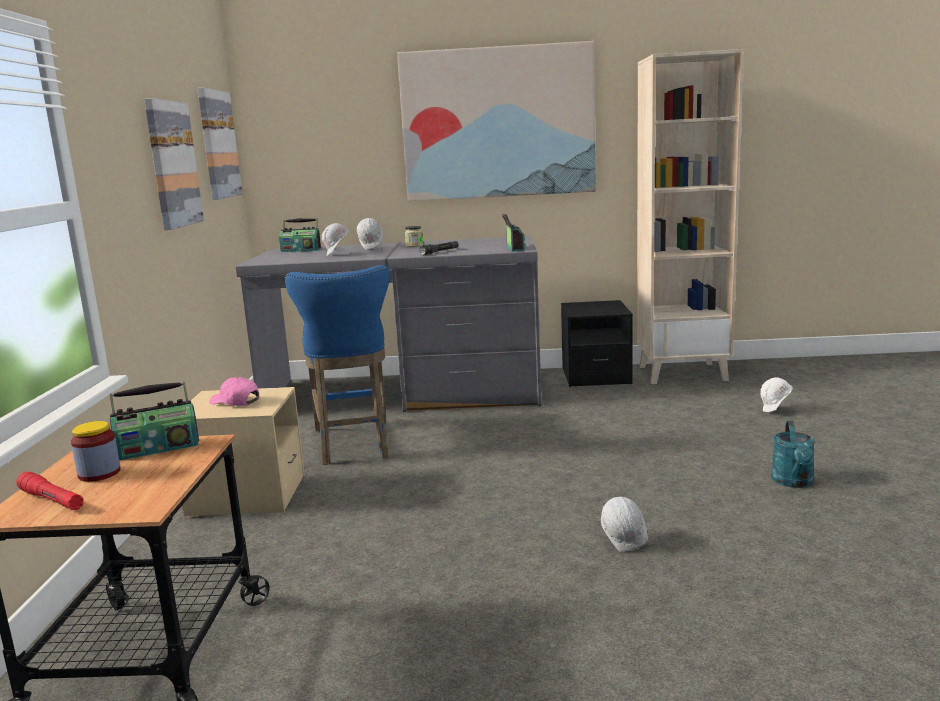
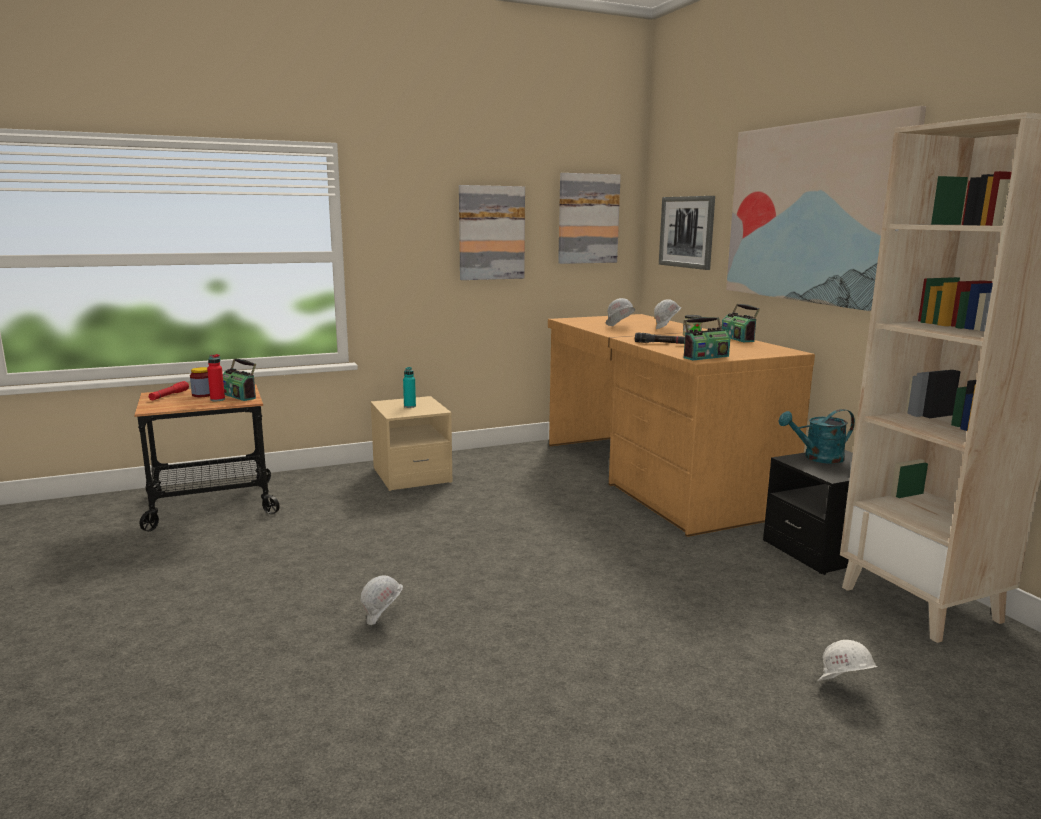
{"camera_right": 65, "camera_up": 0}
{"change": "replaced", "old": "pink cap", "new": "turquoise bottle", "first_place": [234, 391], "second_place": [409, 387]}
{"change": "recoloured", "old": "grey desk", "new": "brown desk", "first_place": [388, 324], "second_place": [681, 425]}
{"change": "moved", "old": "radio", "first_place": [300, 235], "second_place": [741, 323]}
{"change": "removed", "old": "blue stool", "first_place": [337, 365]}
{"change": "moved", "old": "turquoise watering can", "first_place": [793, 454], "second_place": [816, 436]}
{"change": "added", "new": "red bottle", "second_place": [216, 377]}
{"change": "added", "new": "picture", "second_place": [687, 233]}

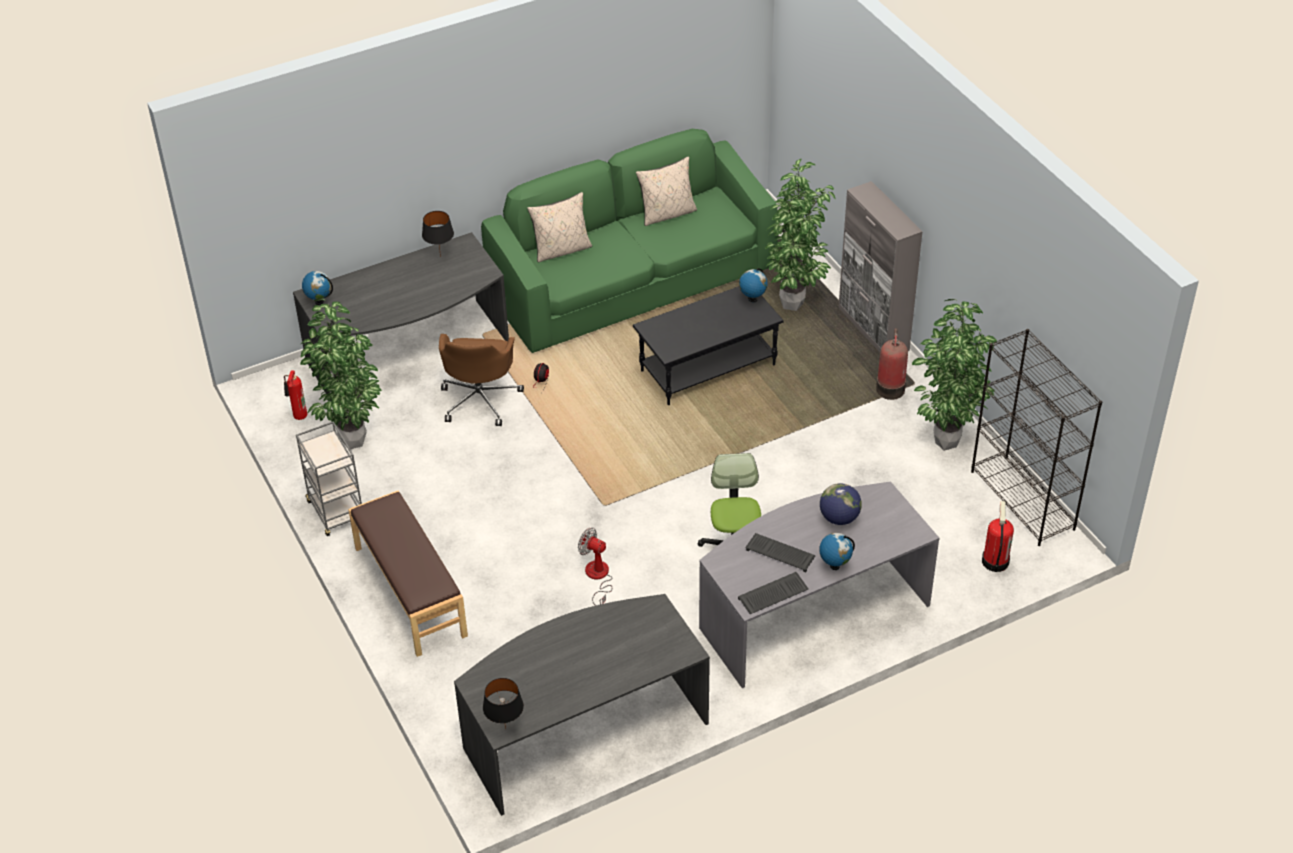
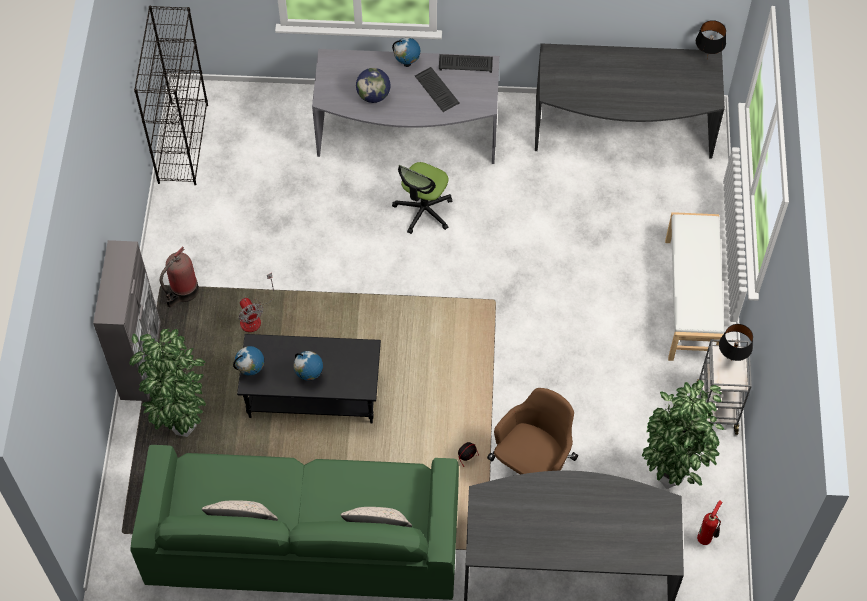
{"camera_right": -150, "camera_up": 15}
{"change": "moved", "old": "globe", "first_place": [317, 288], "second_place": [308, 366]}
{"change": "recoloured", "old": "brown bench", "new": "white bench", "first_place": [408, 574], "second_place": [694, 286]}
{"change": "moved", "old": "black table lamp", "first_place": [438, 234], "second_place": [736, 342]}
{"change": "moved", "old": "fan", "first_place": [595, 566], "second_place": [256, 302]}
{"change": "removed", "old": "potted plant", "first_place": [954, 375]}
{"change": "removed", "old": "fire extinguisher", "first_place": [998, 536]}

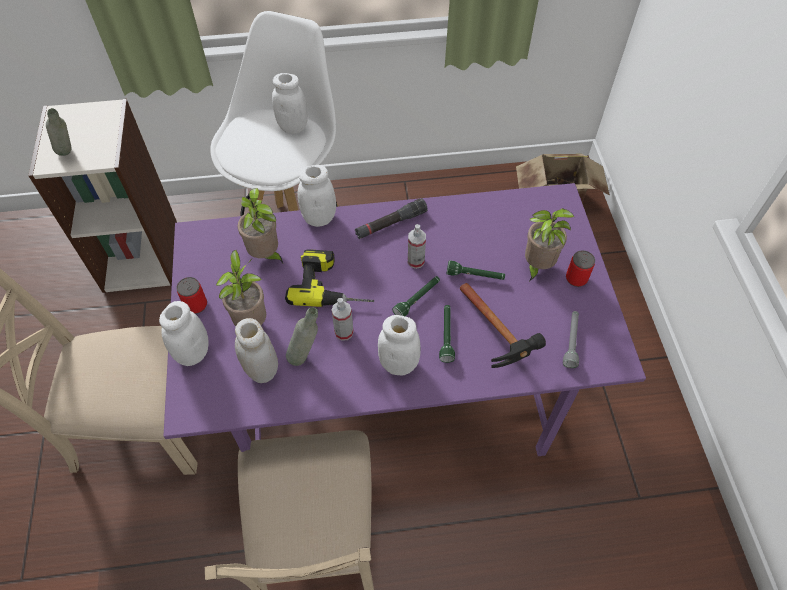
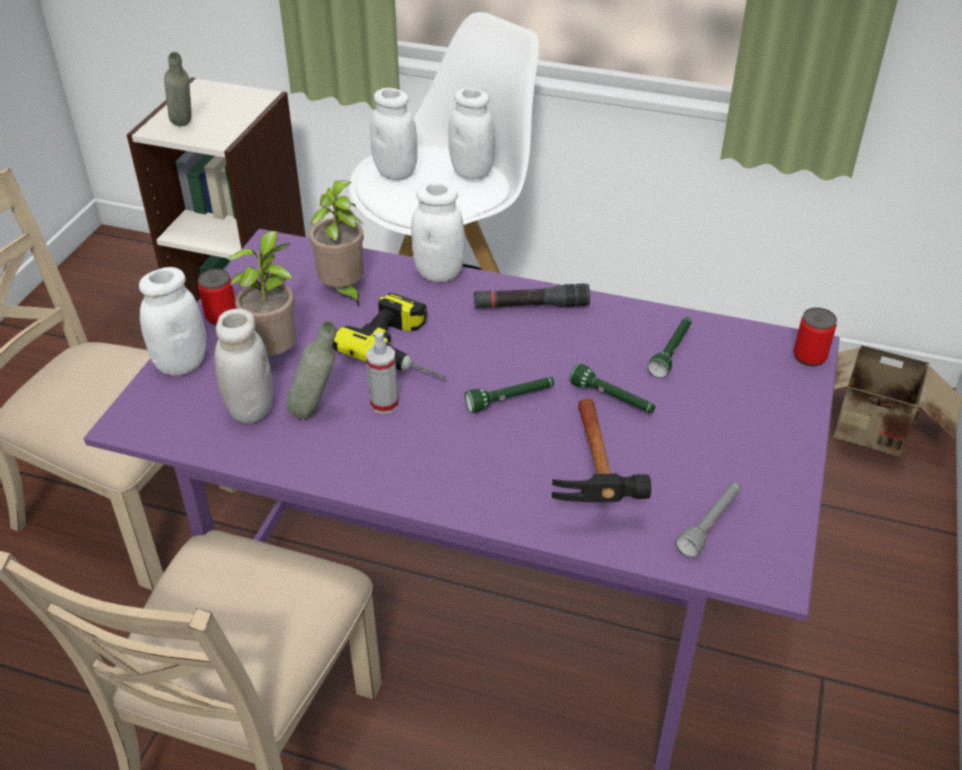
{"camera_right": 25, "camera_up": -15}
{"change": "moved", "old": "white jar", "first_place": [399, 345], "second_place": [393, 134]}
{"change": "removed", "old": "spray bottle", "first_place": [417, 246]}
{"change": "moved", "old": "green flashlight", "first_place": [447, 334], "second_place": [670, 347]}
{"change": "removed", "old": "potted plant", "first_place": [549, 244]}
{"change": "moved", "old": "can", "first_place": [580, 268], "second_place": [815, 337]}

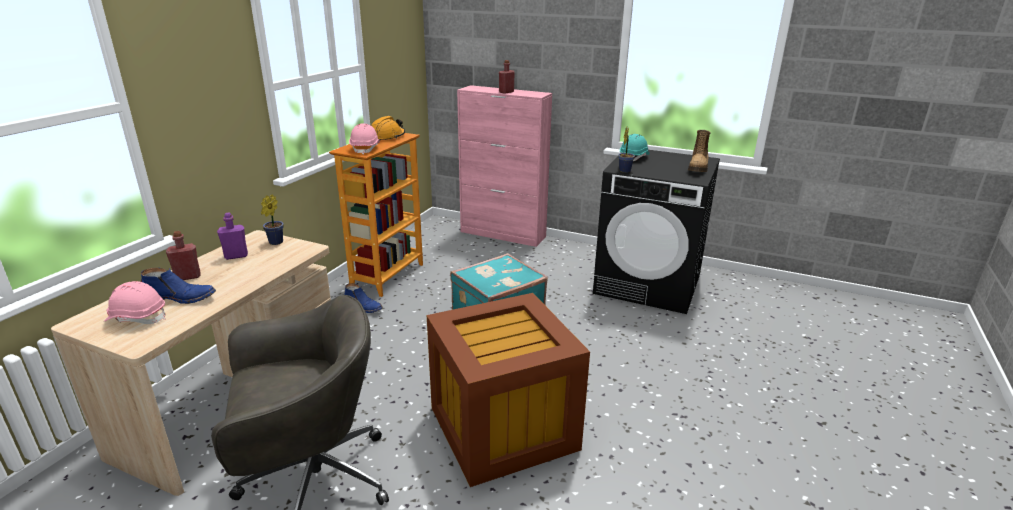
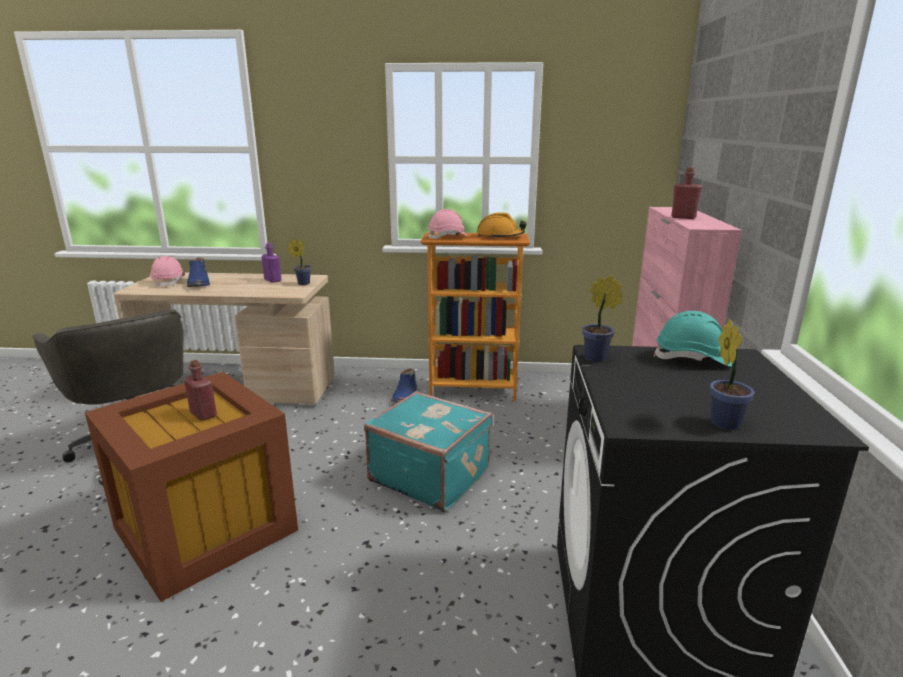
{"camera_right": 70, "camera_up": -5}
{"change": "moved", "old": "red bottle", "first_place": [183, 255], "second_place": [200, 390]}
{"change": "replaced", "old": "boot", "new": "potted plant", "first_place": [699, 151], "second_place": [732, 374]}

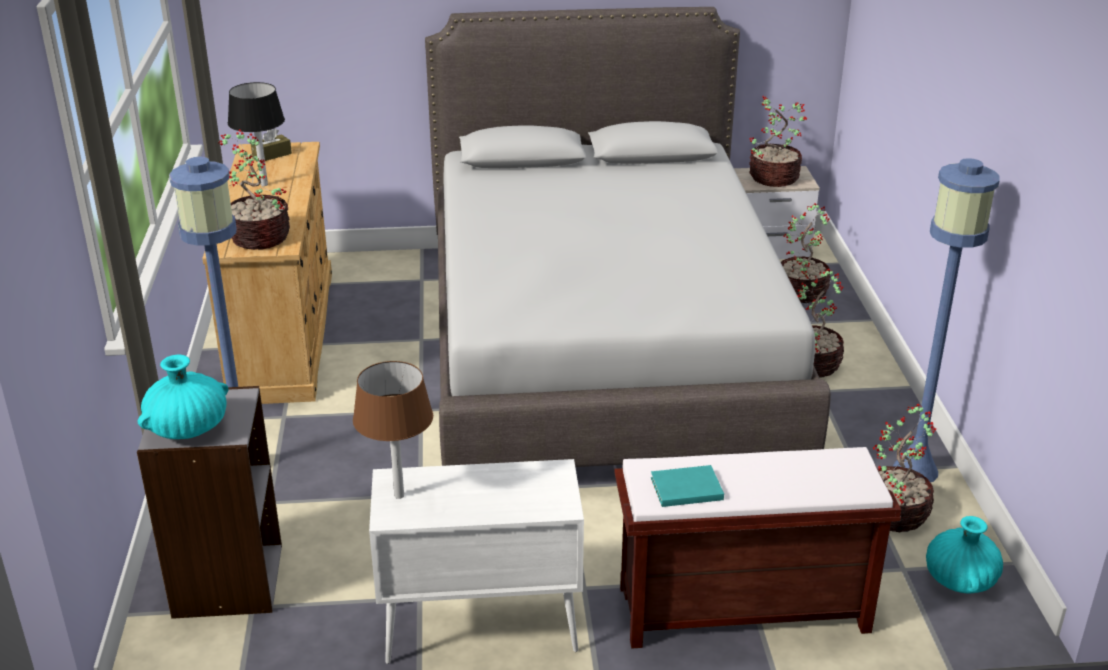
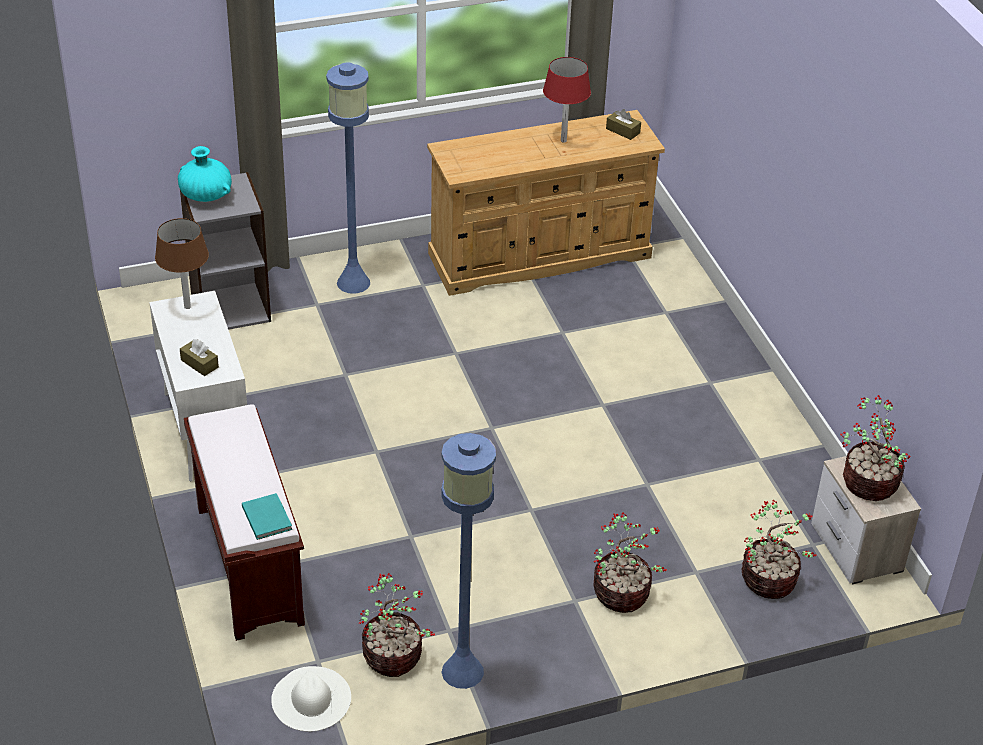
{"camera_right": 75, "camera_up": 10}
{"change": "removed", "old": "potted plant", "first_place": [254, 190]}
{"change": "recoloured", "old": "black table lamp", "new": "red table lamp", "first_place": [256, 134], "second_place": [567, 99]}
{"change": "removed", "old": "grey bed", "first_place": [628, 237]}
{"change": "moved", "old": "turquoise book", "first_place": [687, 486], "second_place": [267, 516]}
{"change": "replaced", "old": "turquoise vase", "new": "white hat", "first_place": [964, 555], "second_place": [311, 699]}
{"change": "added", "new": "brown tissue box", "second_place": [199, 357]}

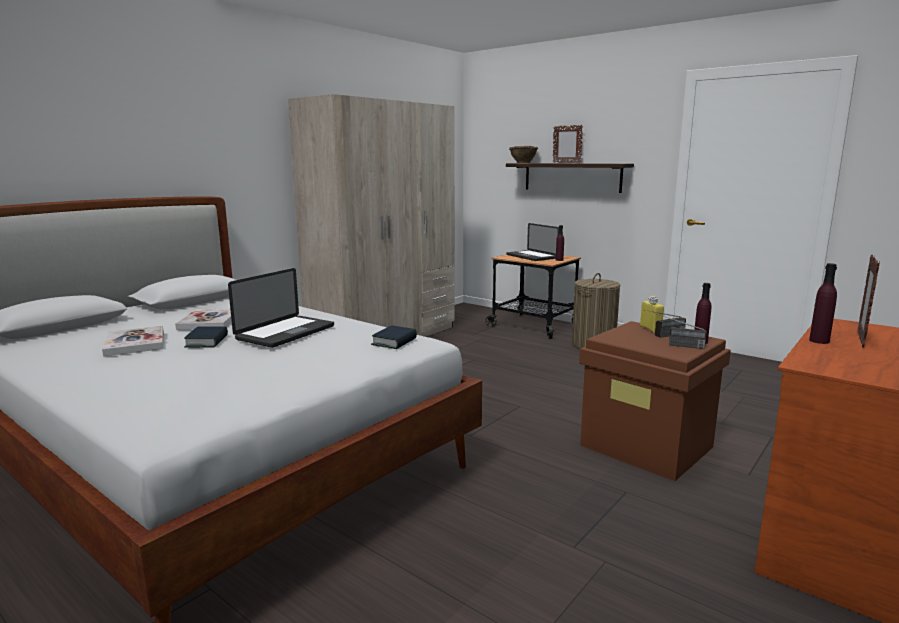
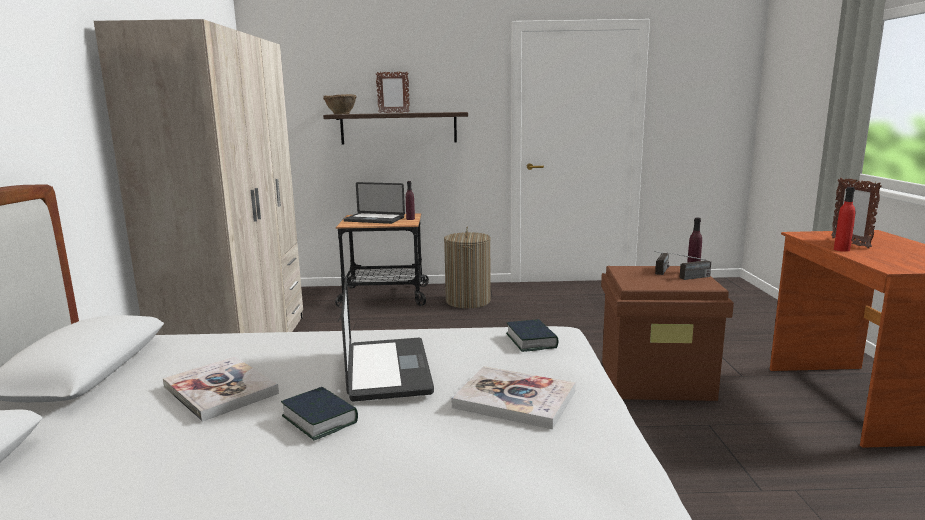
{"camera_right": -40, "camera_up": 0}
{"change": "moved", "old": "book", "first_place": [133, 340], "second_place": [513, 397]}
{"change": "removed", "old": "yellow bottle", "first_place": [652, 314]}
{"change": "recoloured", "old": "purple bottle", "new": "red bottle", "first_place": [823, 303], "second_place": [844, 219]}

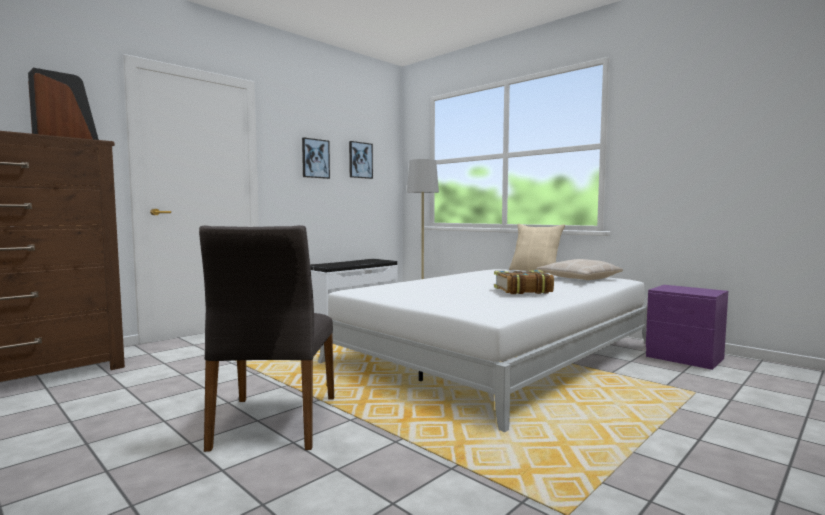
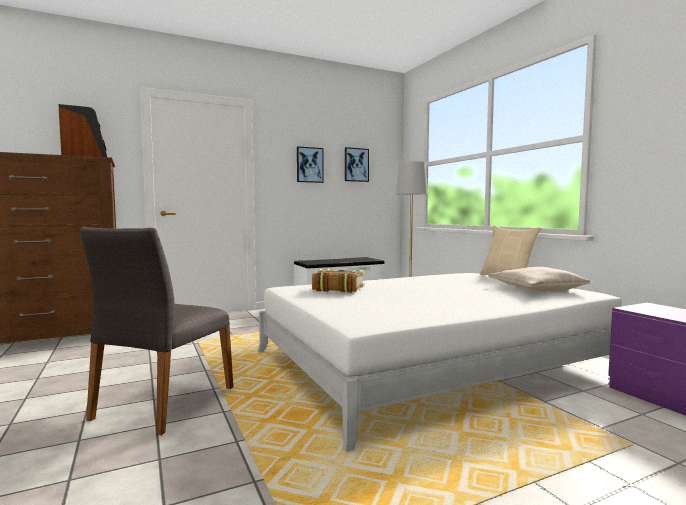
{"camera_right": 20, "camera_up": 0}
{"change": "moved", "old": "book", "first_place": [524, 282], "second_place": [338, 281]}

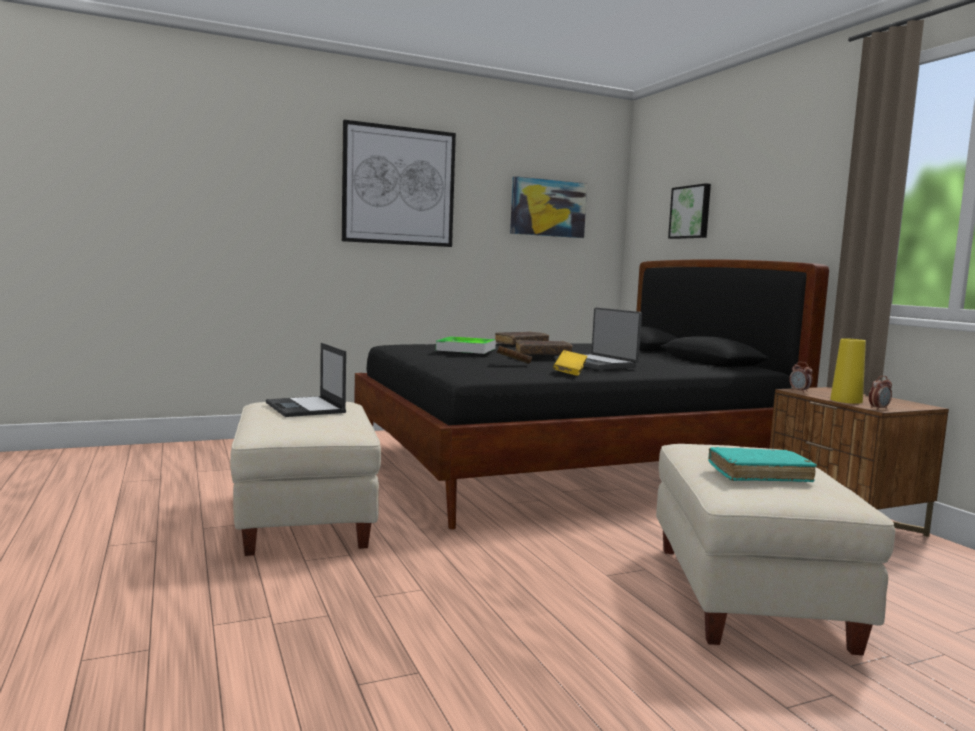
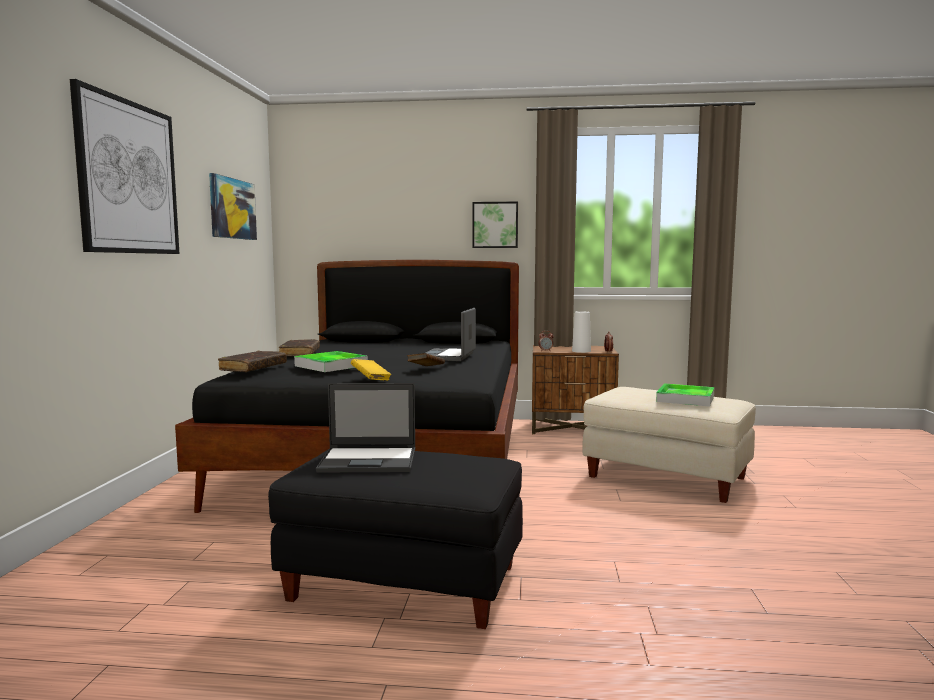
{"camera_right": -60, "camera_up": 0}
{"change": "recoloured", "old": "beige ottoman", "new": "black ottoman", "first_place": [305, 479], "second_place": [395, 539]}
{"change": "moved", "old": "brown book", "first_place": [543, 347], "second_place": [252, 361]}
{"change": "moved", "old": "yellow book", "first_place": [570, 363], "second_place": [371, 370]}
{"change": "turned", "old": "laptop", "first_place": [598, 338], "second_place": [450, 334], "degrees": 105}
{"change": "moved", "old": "picture", "first_place": [689, 211], "second_place": [495, 225]}
{"change": "replaced", "old": "turquoise book", "new": "tray", "first_place": [762, 464], "second_place": [685, 395]}
{"change": "recoloured", "old": "yellow vase", "new": "white vase", "first_place": [848, 371], "second_place": [581, 332]}

